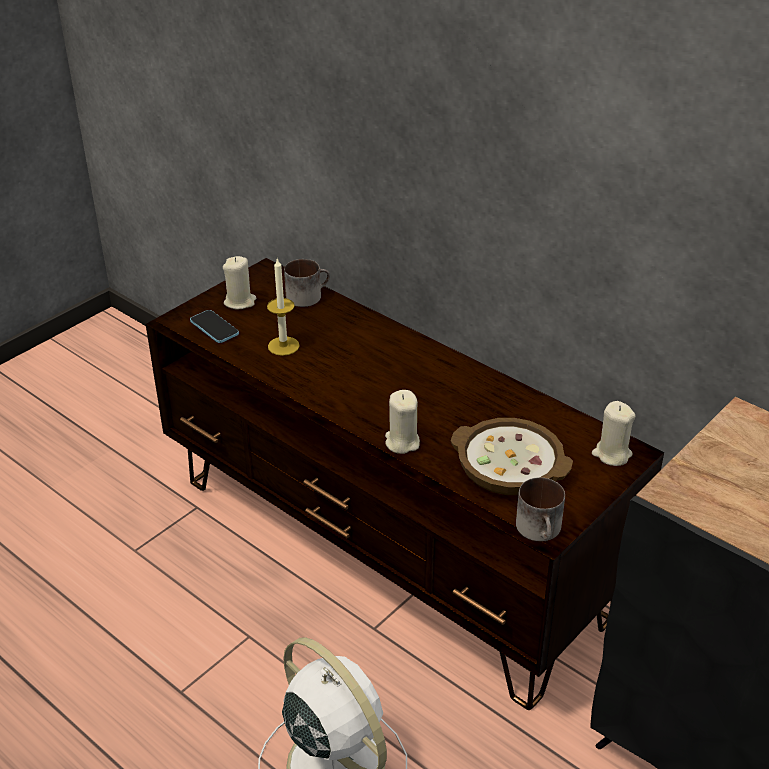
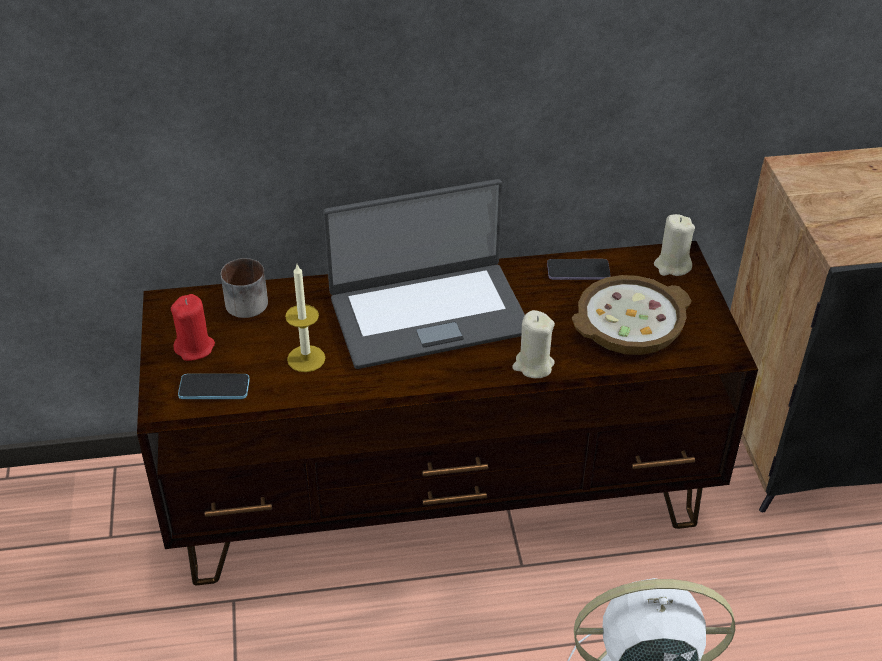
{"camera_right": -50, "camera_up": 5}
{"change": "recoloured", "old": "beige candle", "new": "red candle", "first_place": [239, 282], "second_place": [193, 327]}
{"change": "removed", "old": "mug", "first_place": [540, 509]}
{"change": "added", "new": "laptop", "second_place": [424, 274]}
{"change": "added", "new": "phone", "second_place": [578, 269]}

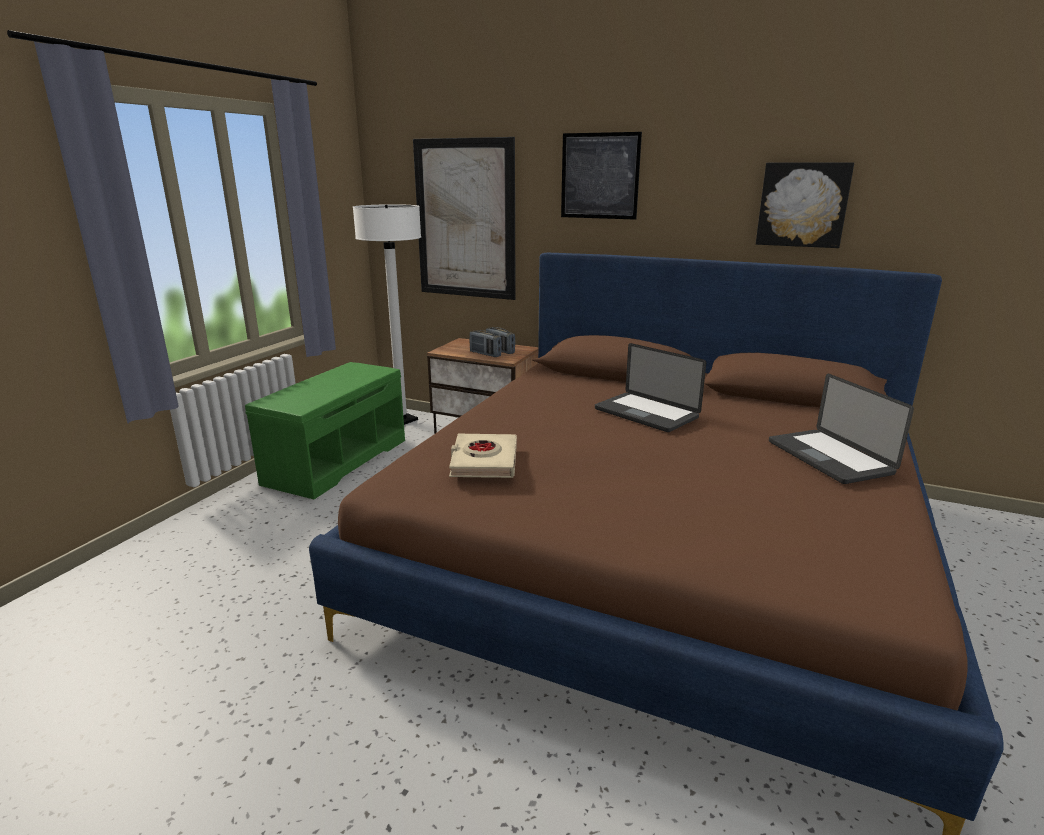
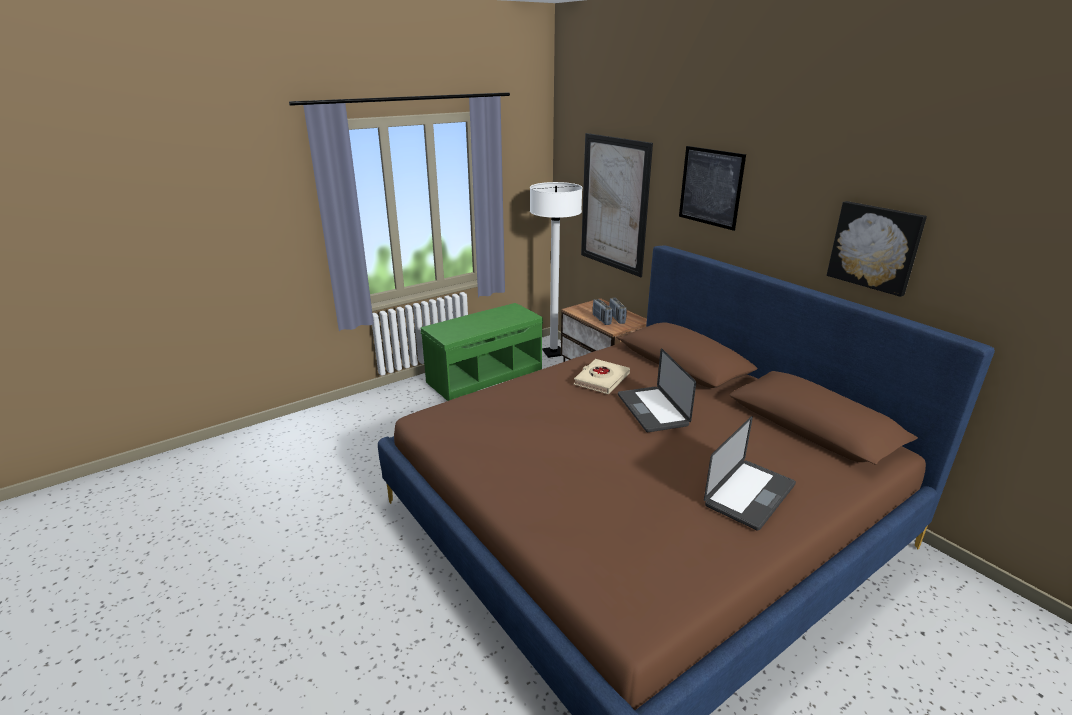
{"camera_right": 30, "camera_up": 5}
{"change": "moved", "old": "beige book", "first_place": [483, 456], "second_place": [602, 376]}
{"change": "turned", "old": "laptop", "first_place": [841, 429], "second_place": [750, 473], "degrees": -150}

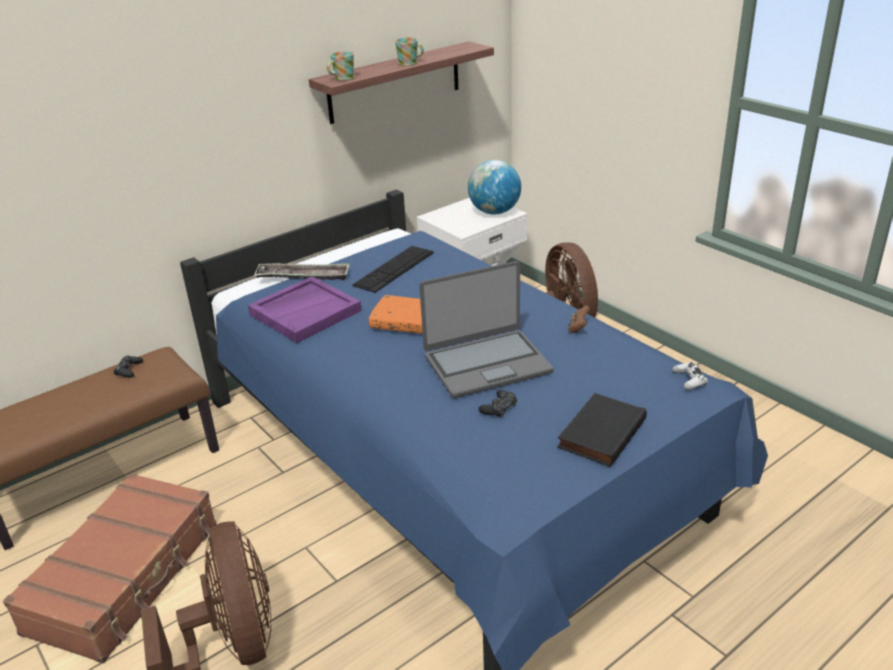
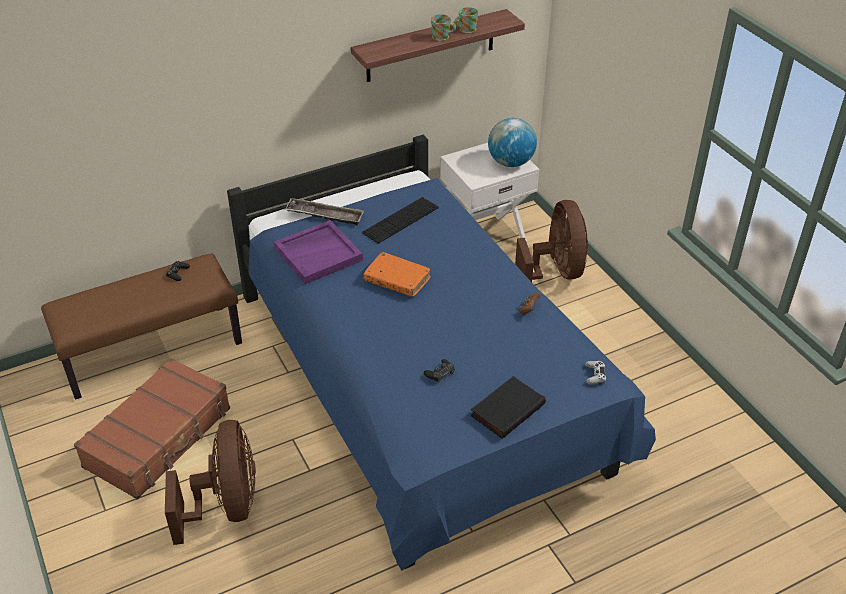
{"camera_right": 10, "camera_up": 10}
{"change": "moved", "old": "mug", "first_place": [341, 66], "second_place": [466, 20]}
{"change": "removed", "old": "laptop", "first_place": [486, 329]}

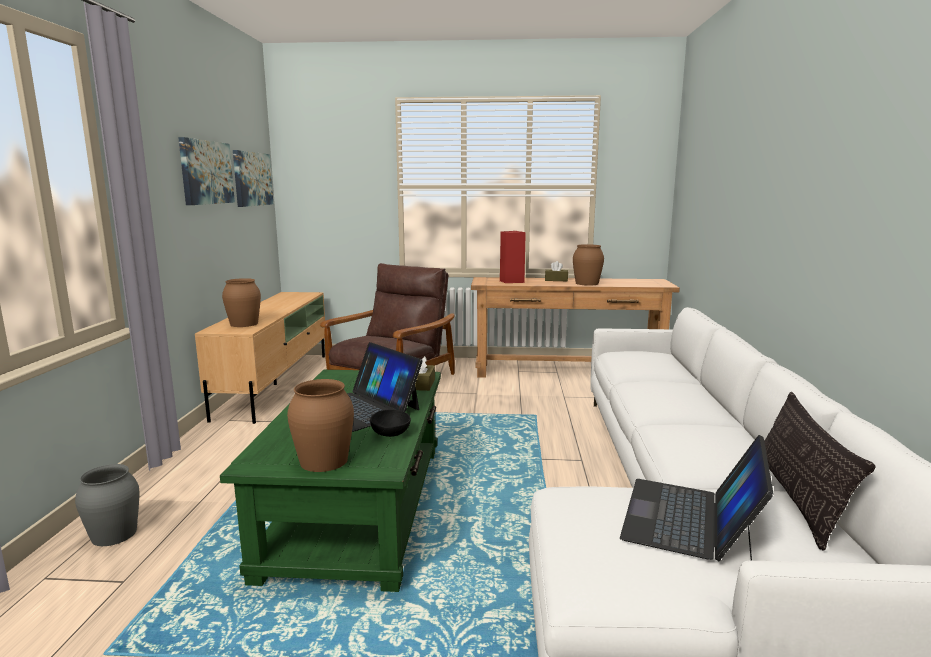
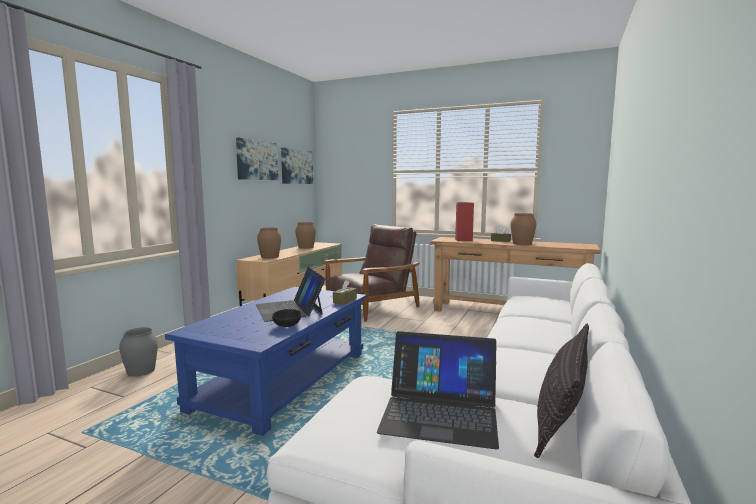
{"camera_right": 20, "camera_up": -5}
{"change": "recoloured", "old": "green coffee table", "new": "blue coffee table", "first_place": [330, 481], "second_place": [266, 361]}
{"change": "moved", "old": "brown vase", "first_place": [320, 425], "second_place": [305, 235]}
{"change": "turned", "old": "laptop", "first_place": [697, 498], "second_place": [438, 390], "degrees": -120}

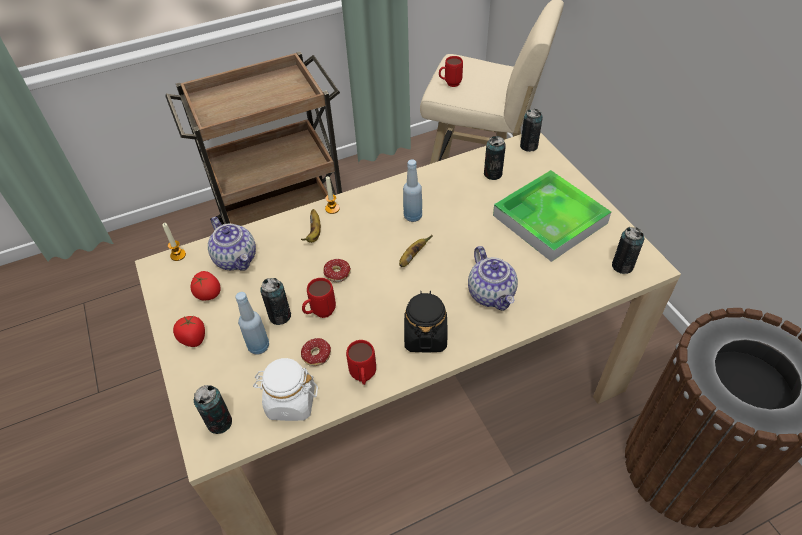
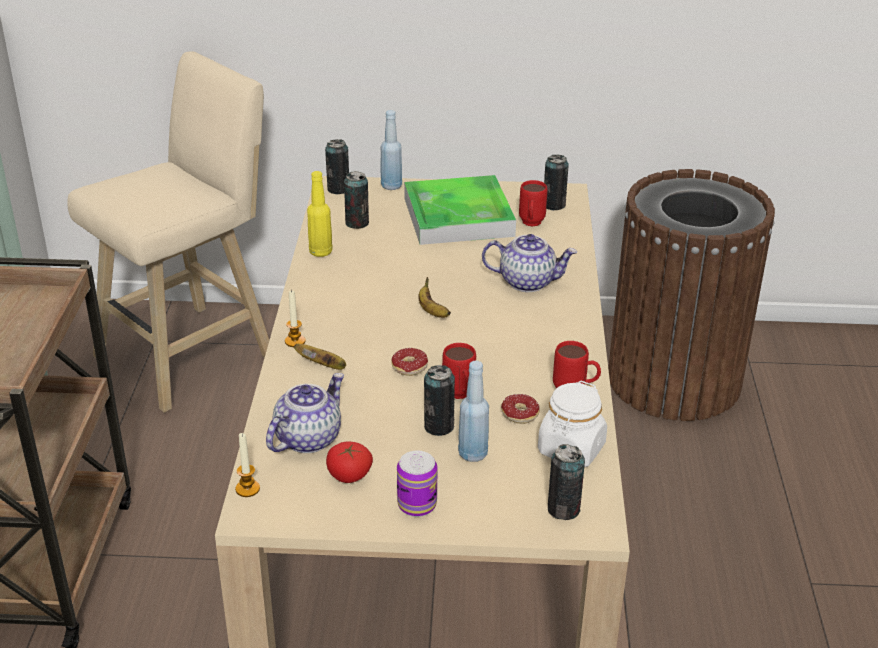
{"camera_right": -65, "camera_up": -15}
{"change": "replaced", "old": "tomato", "new": "can", "first_place": [189, 331], "second_place": [417, 484]}
{"change": "turned", "old": "teapot", "first_place": [232, 244], "second_place": [305, 413], "degrees": -45}
{"change": "moved", "old": "blue bottle", "first_place": [412, 190], "second_place": [391, 150]}
{"change": "removed", "old": "black jar", "first_place": [425, 322]}
{"change": "moved", "old": "red mug", "first_place": [451, 71], "second_place": [533, 203]}
{"change": "added", "new": "yellow bottle", "second_place": [320, 214]}

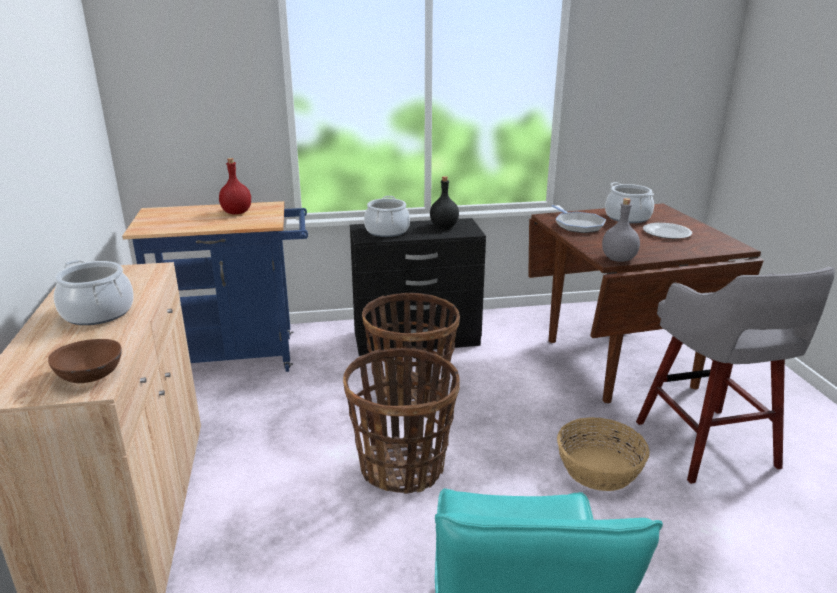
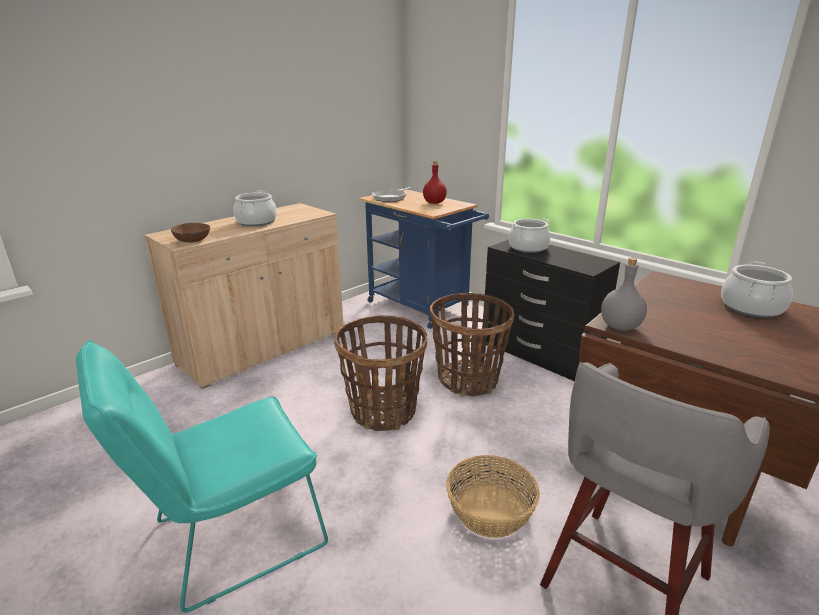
{"camera_right": 55, "camera_up": 0}
{"change": "removed", "old": "black bottle", "first_place": [444, 202]}
{"change": "moved", "old": "frying pan", "first_place": [579, 219], "second_place": [391, 194]}
{"change": "removed", "old": "plate", "first_place": [667, 231]}

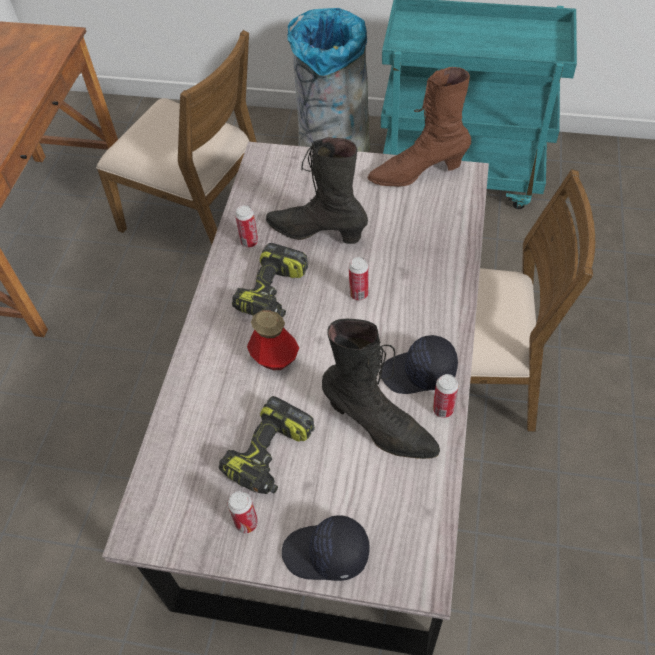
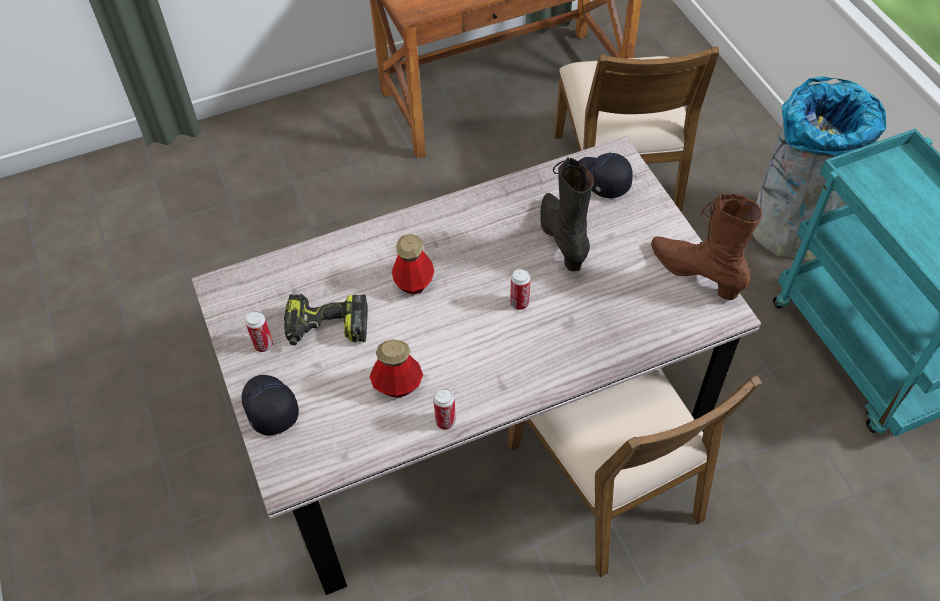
{"camera_right": 55, "camera_up": 0}
{"change": "removed", "old": "power drill", "first_place": [270, 280]}
{"change": "removed", "old": "can", "first_place": [246, 226]}
{"change": "replaced", "old": "black boot", "new": "bottle", "first_place": [381, 389], "second_place": [396, 368]}
{"change": "moved", "old": "black cap", "first_place": [419, 364], "second_place": [605, 176]}

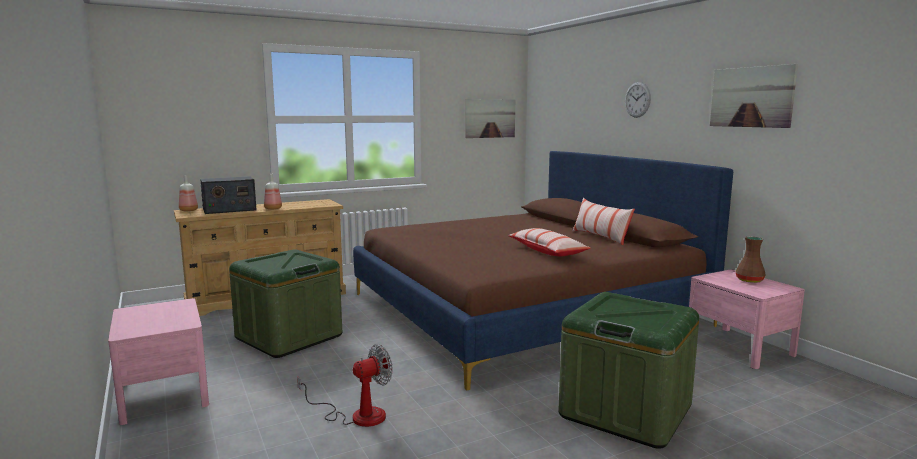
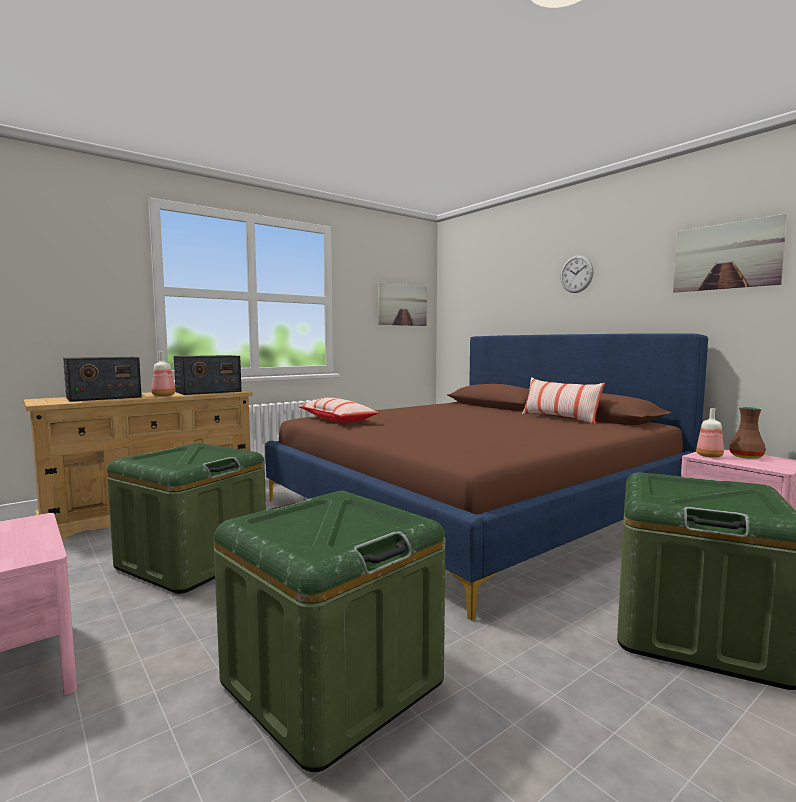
{"camera_right": -10, "camera_up": -5}
{"change": "moved", "old": "bottle", "first_place": [188, 193], "second_place": [710, 433]}
{"change": "replaced", "old": "fan", "new": "green storage box", "first_place": [345, 385], "second_place": [329, 631]}
{"change": "moved", "old": "pillow", "first_place": [549, 242], "second_place": [338, 410]}
{"change": "added", "new": "radio", "second_place": [208, 375]}

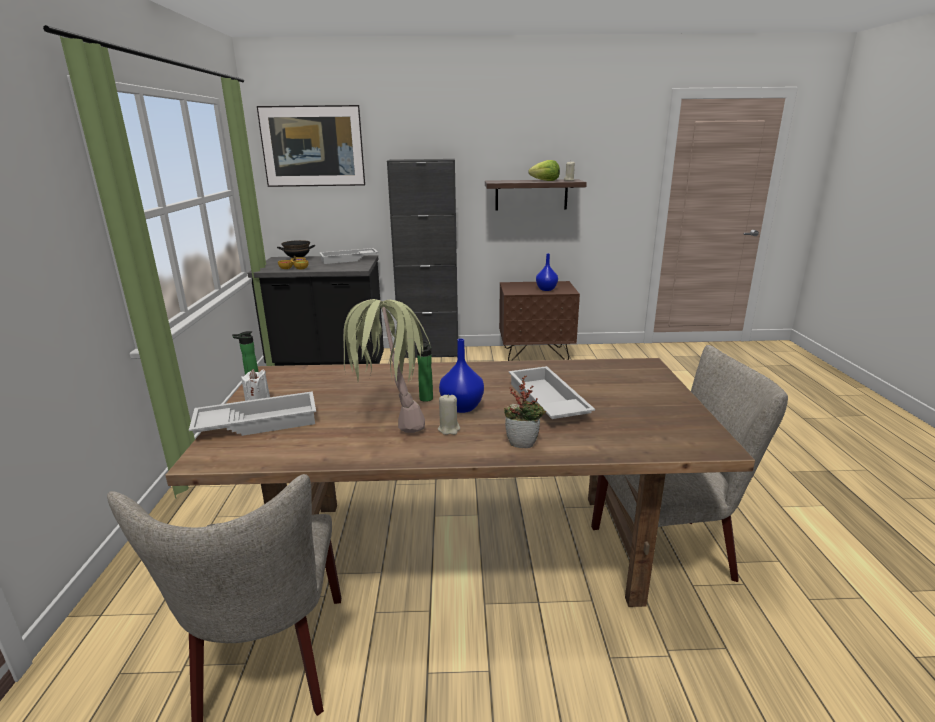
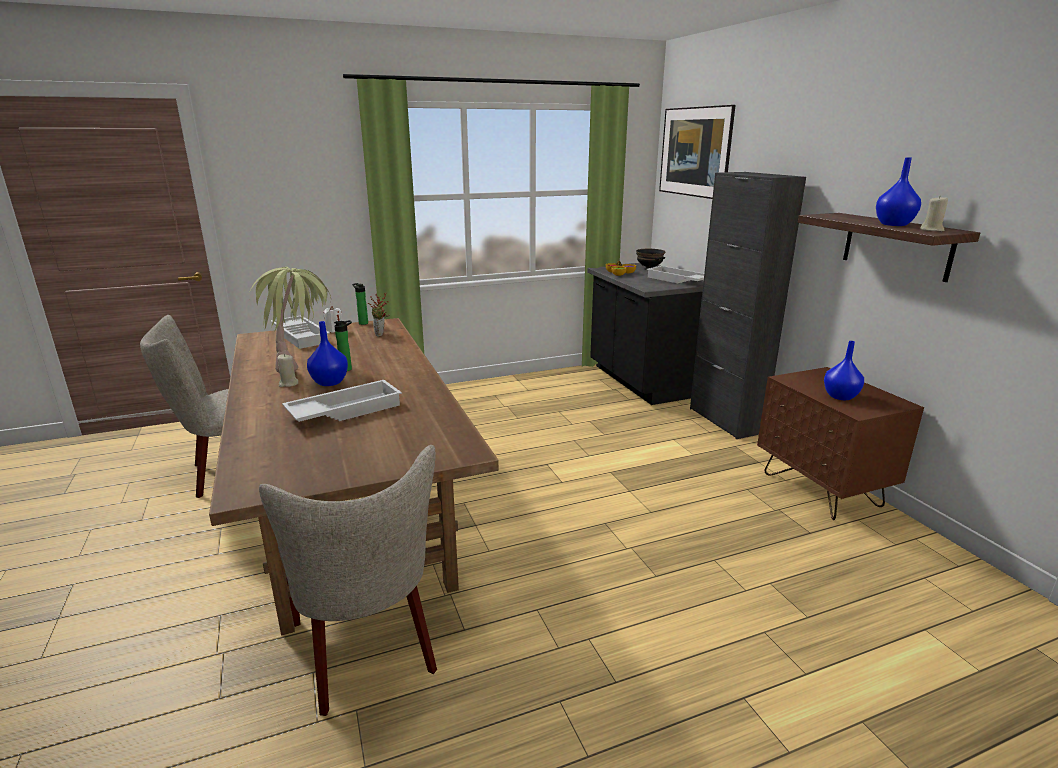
{"camera_right": 70, "camera_up": 0}
{"change": "moved", "old": "potted plant", "first_place": [525, 411], "second_place": [378, 314]}
{"change": "replaced", "old": "lettuce", "new": "blue vase", "first_place": [544, 170], "second_place": [898, 192]}

